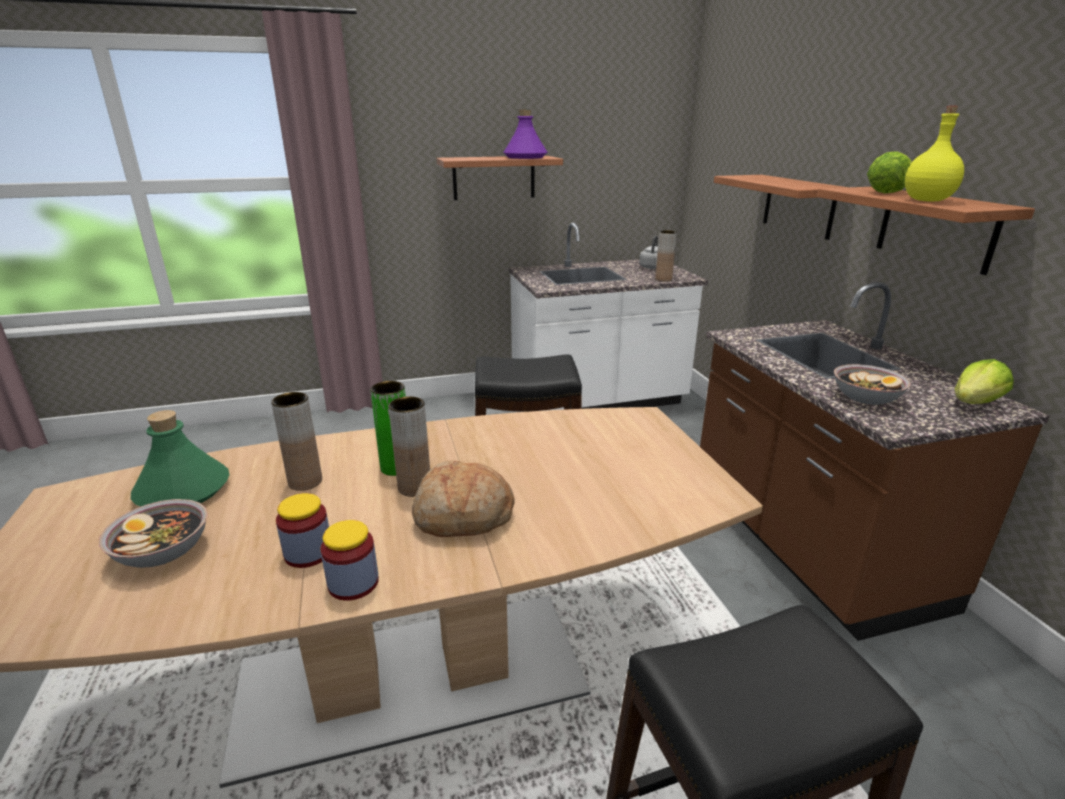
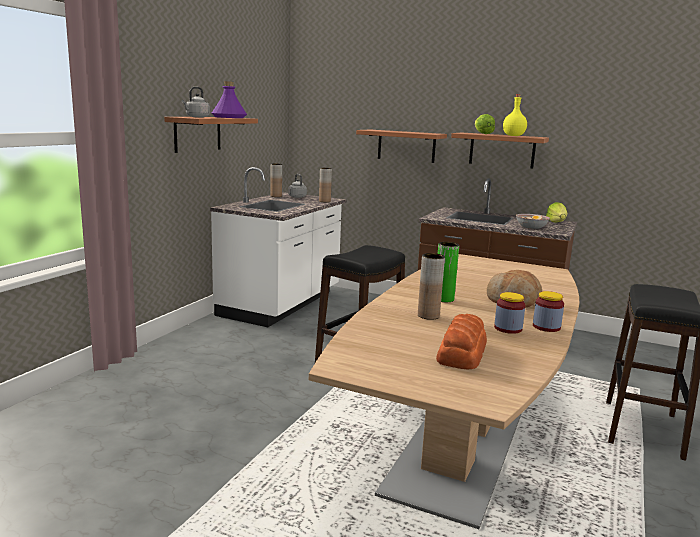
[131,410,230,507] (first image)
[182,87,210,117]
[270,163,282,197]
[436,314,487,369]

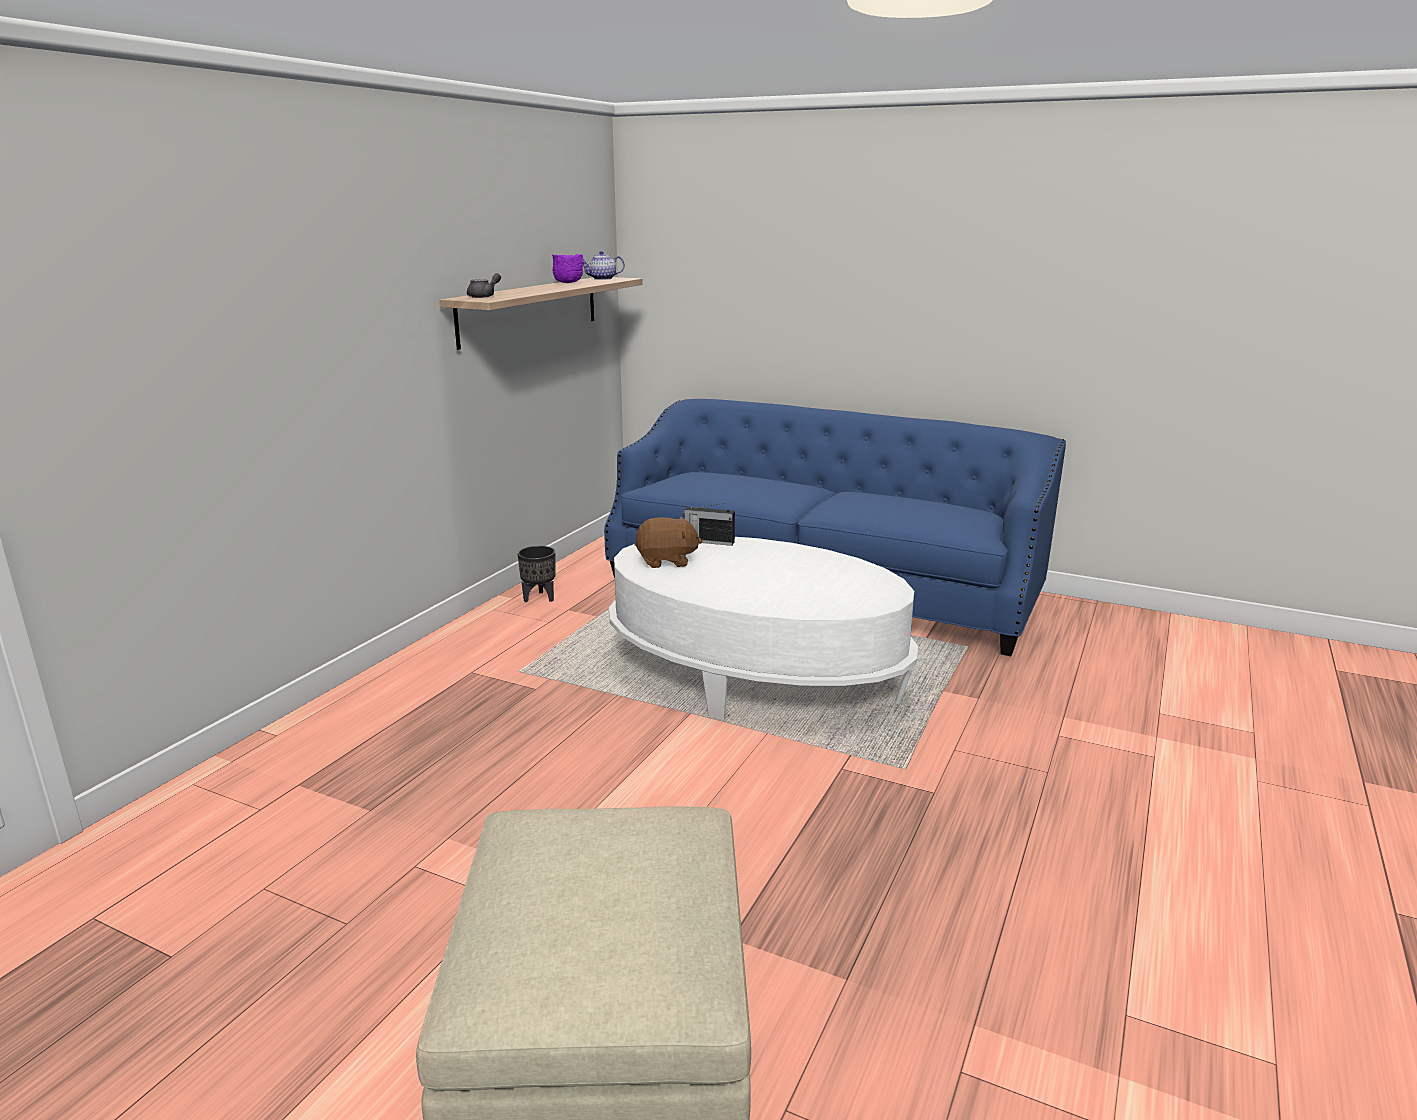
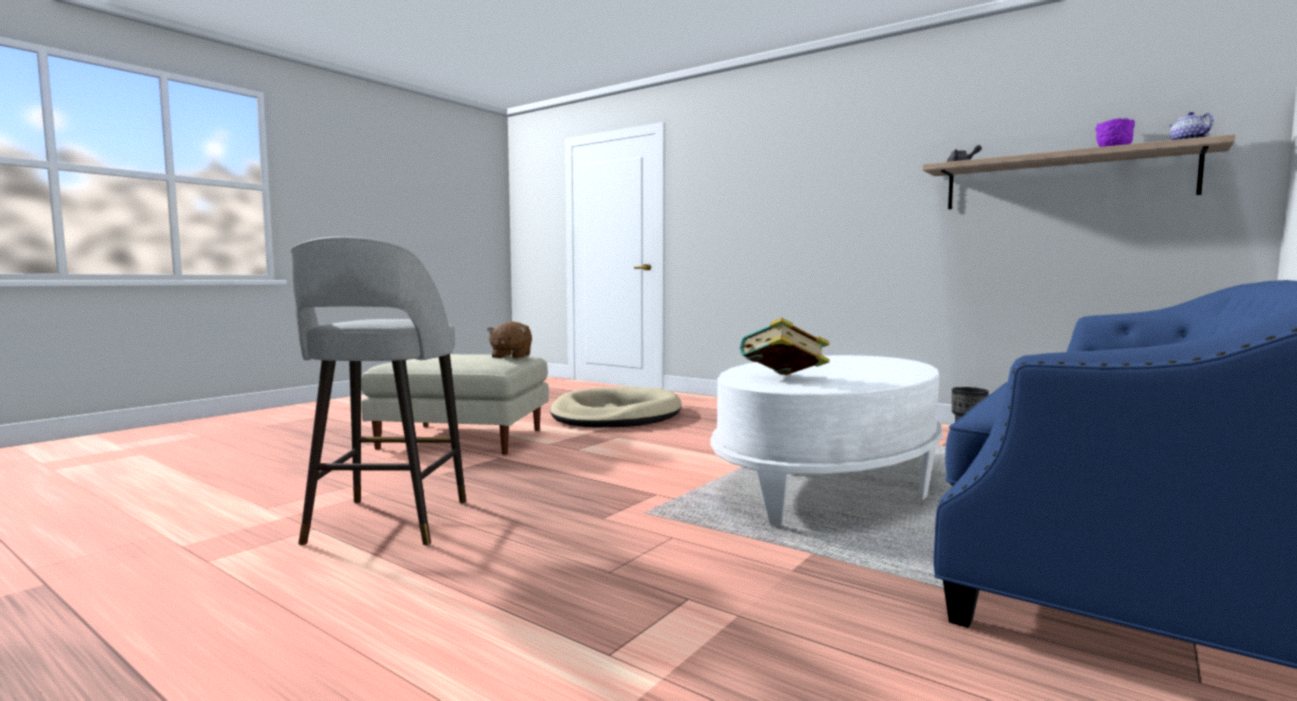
[683,502,735,546] (first image)
[290,236,466,546]
[550,386,682,427]
[740,318,829,375]
[487,322,532,359]

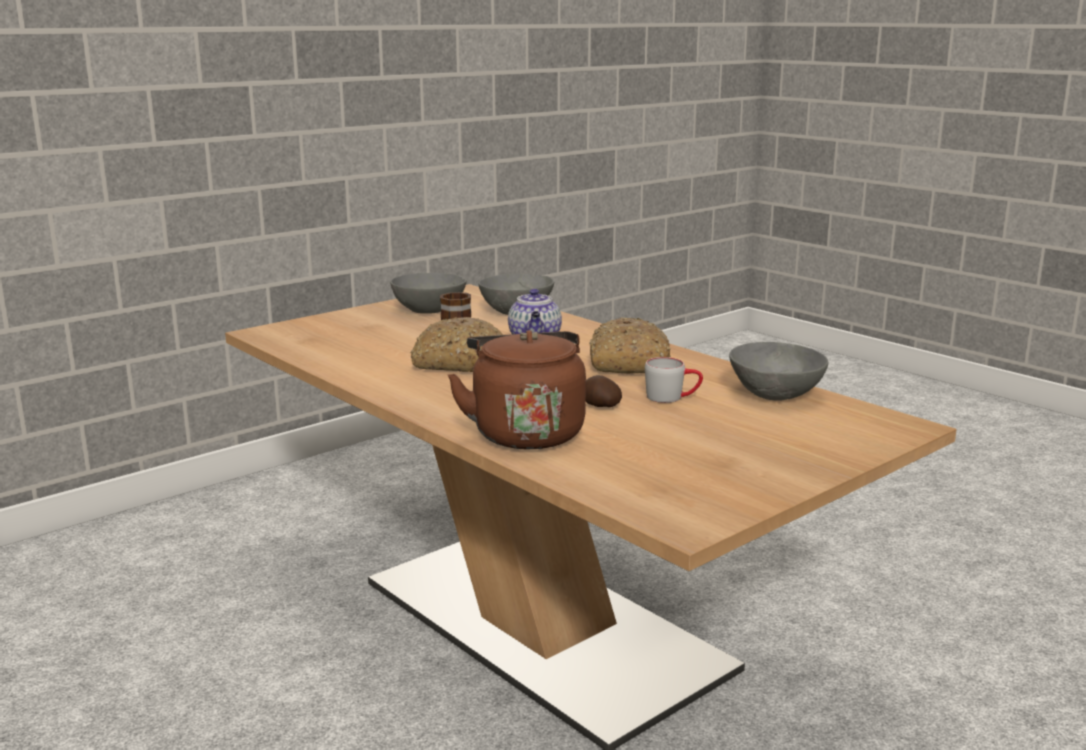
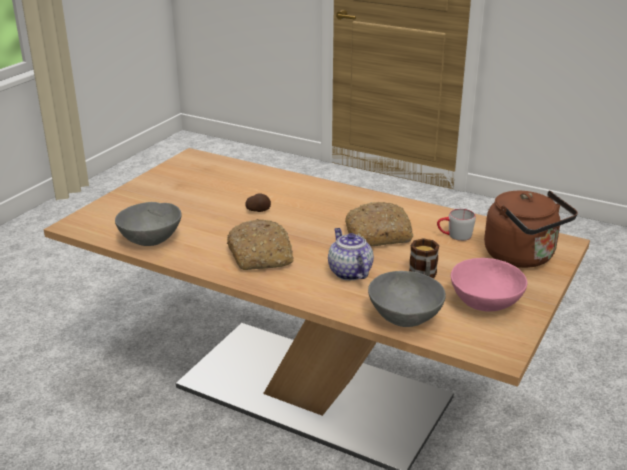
[484,191,578,268]
[437,208,476,241]
[451,258,527,312]

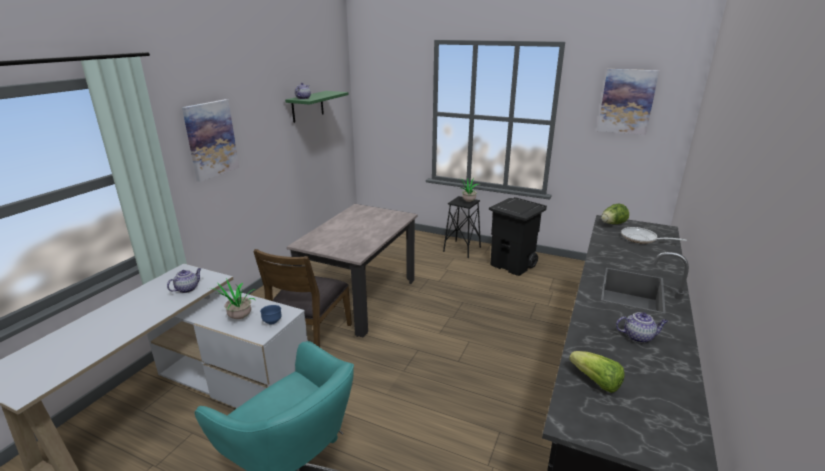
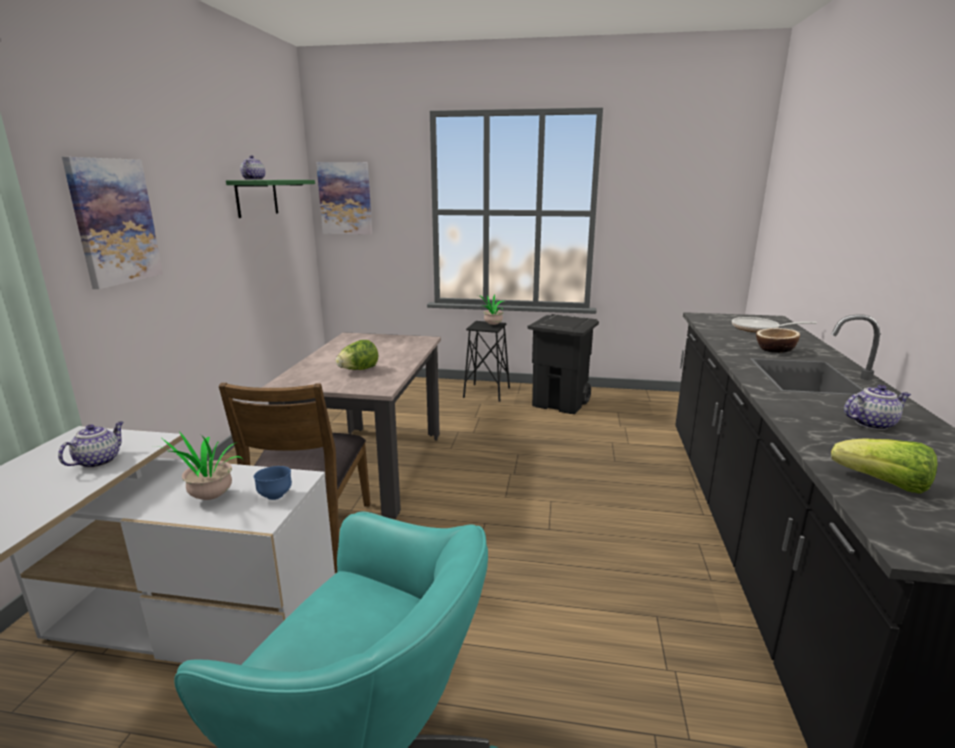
[756,328,800,353]
[316,162,372,235]
[336,340,378,370]

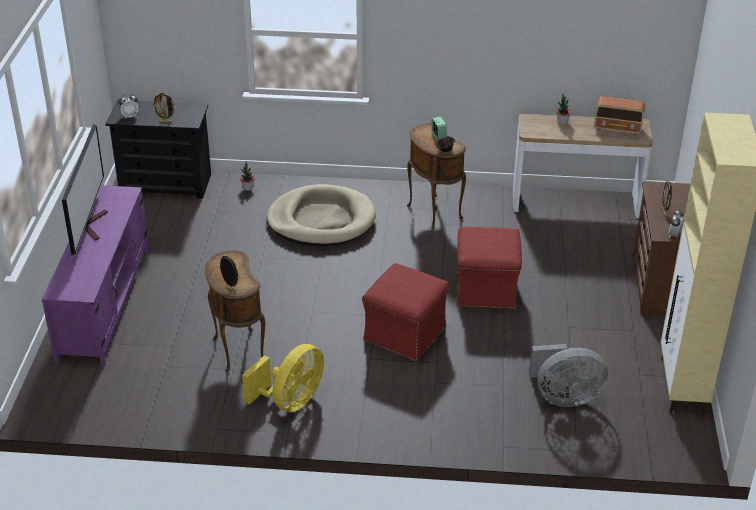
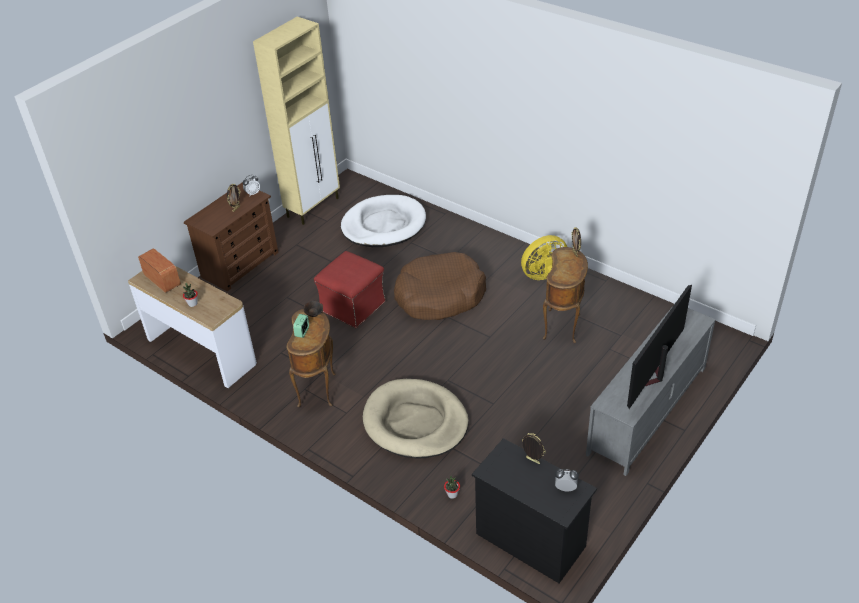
[394,252,486,320]
[341,195,426,247]
[586,305,716,476]

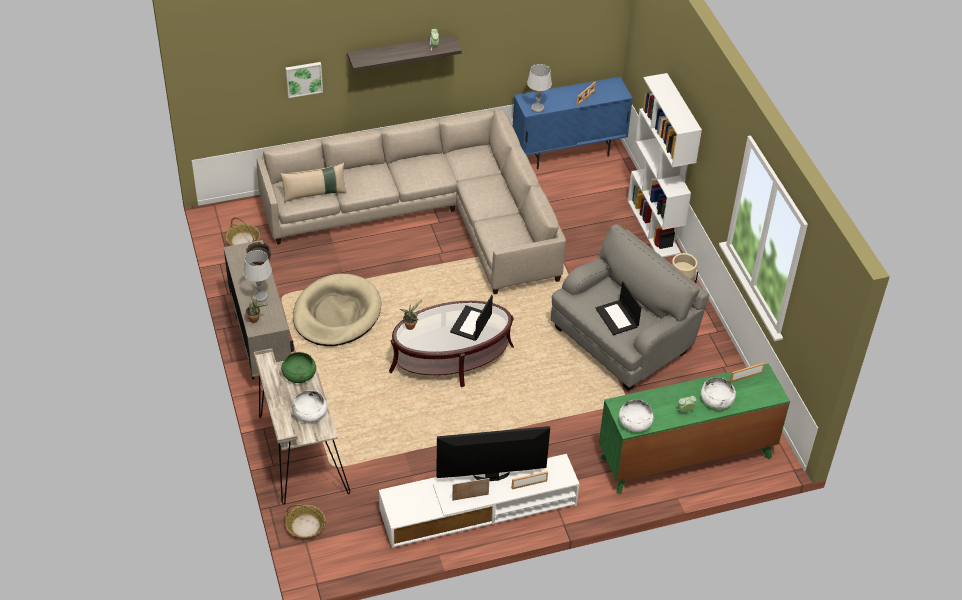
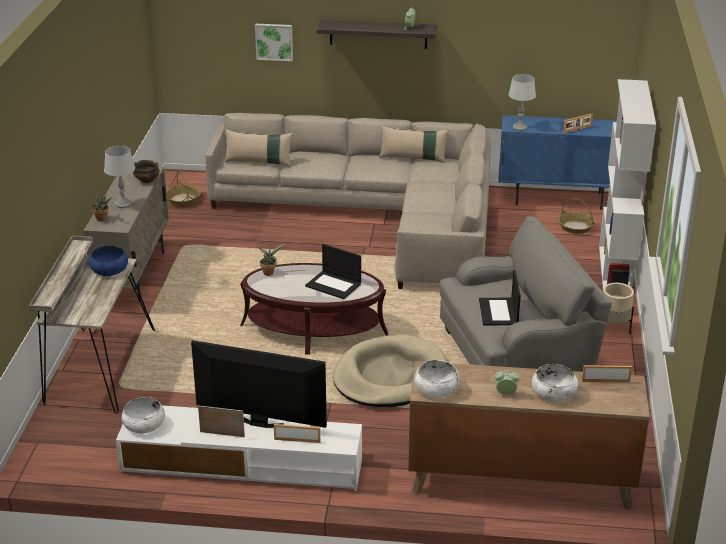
[379,125,449,163]
[558,198,595,234]
[122,397,165,434]
[333,335,447,407]
[89,245,128,276]
[408,361,650,510]
[305,244,361,299]

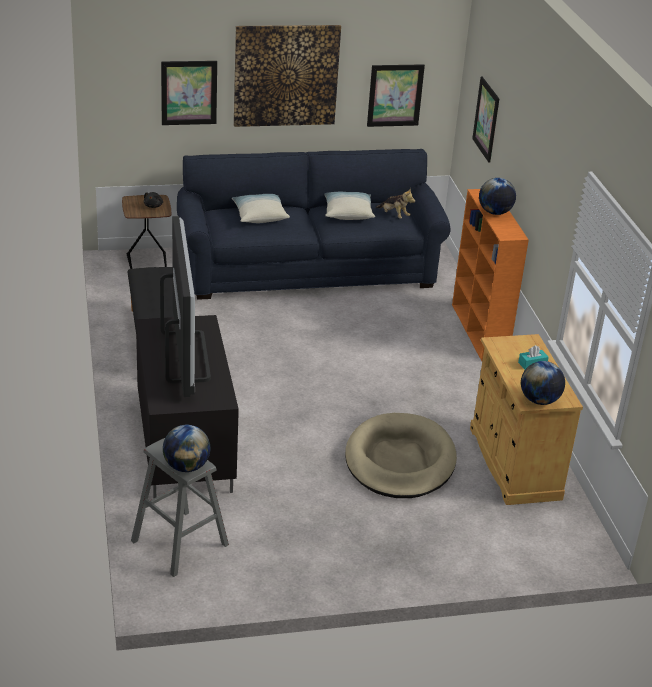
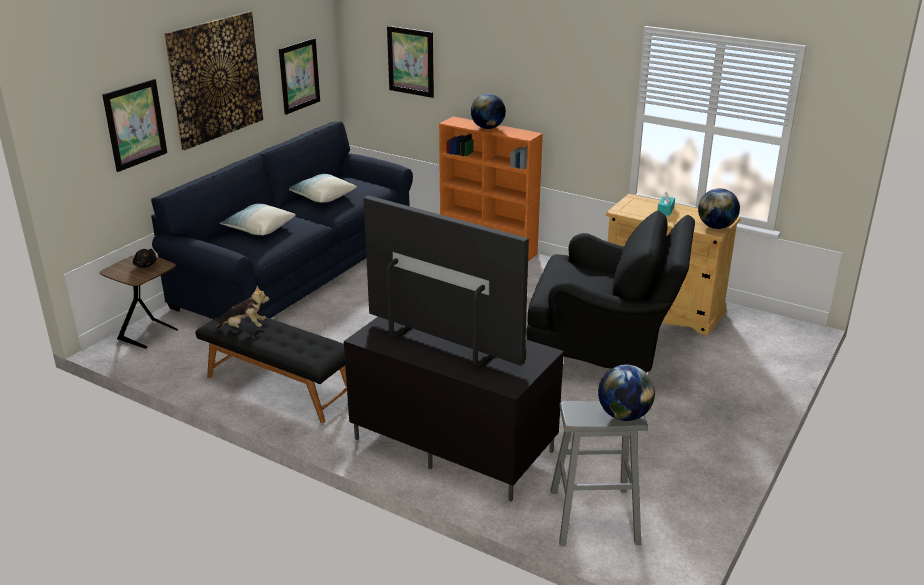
[214,286,269,330]
[526,210,695,373]

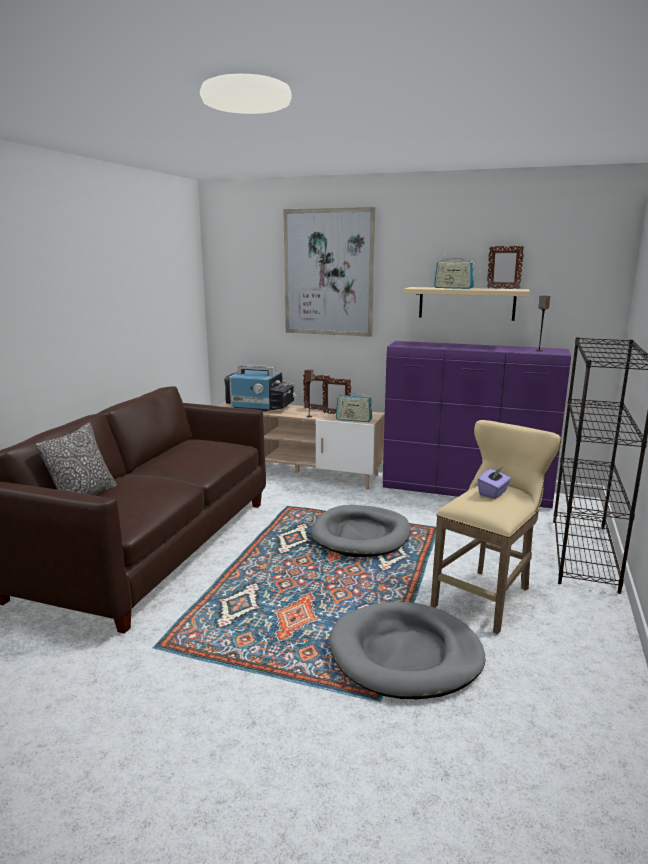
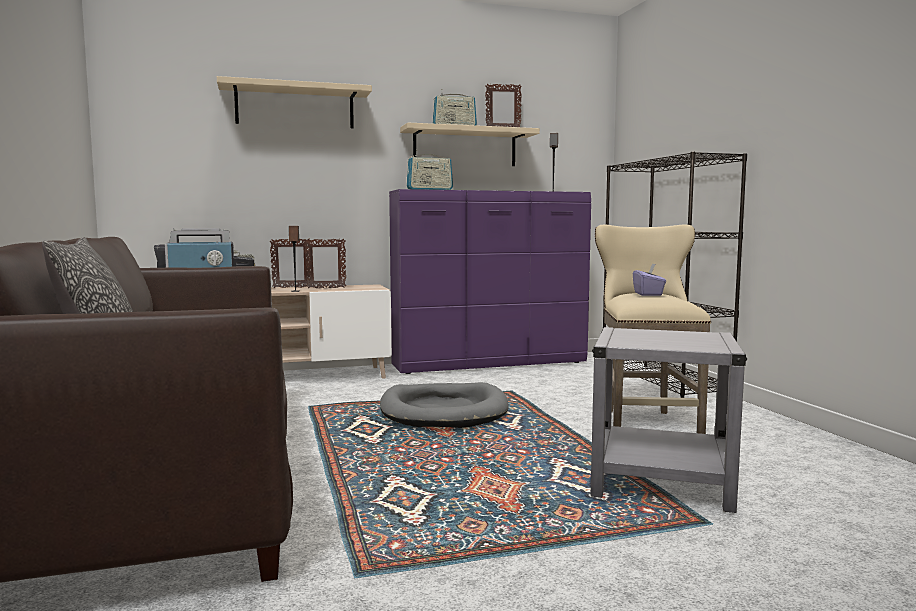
[406,150,453,190]
[217,76,372,128]
[591,327,747,513]

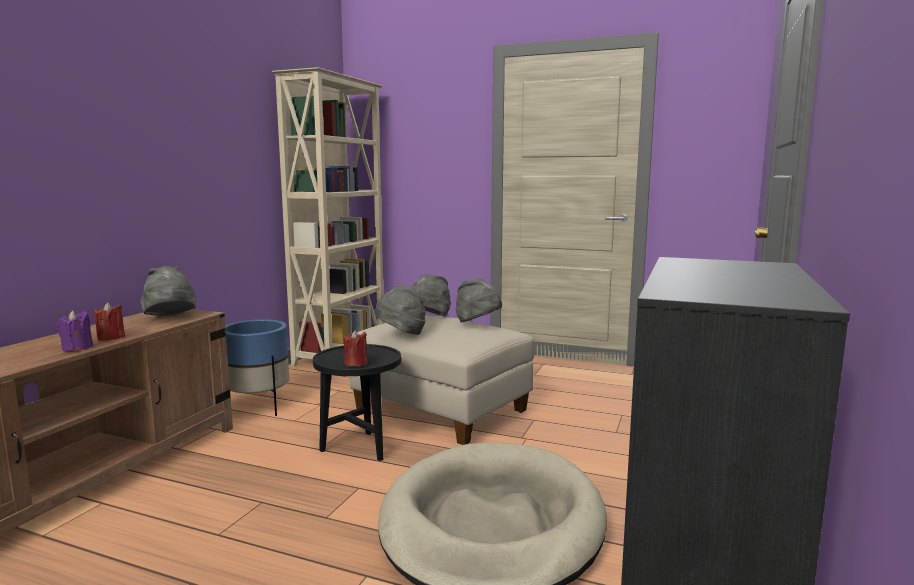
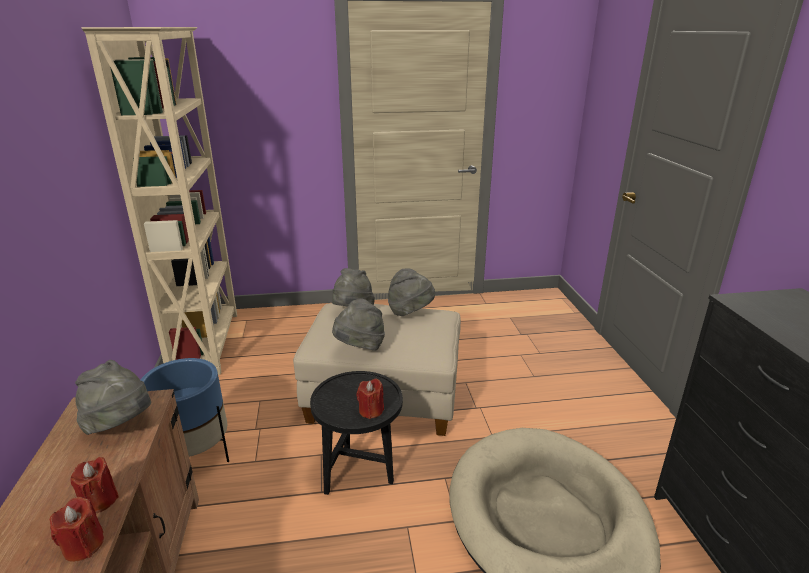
[50,497,104,562]

